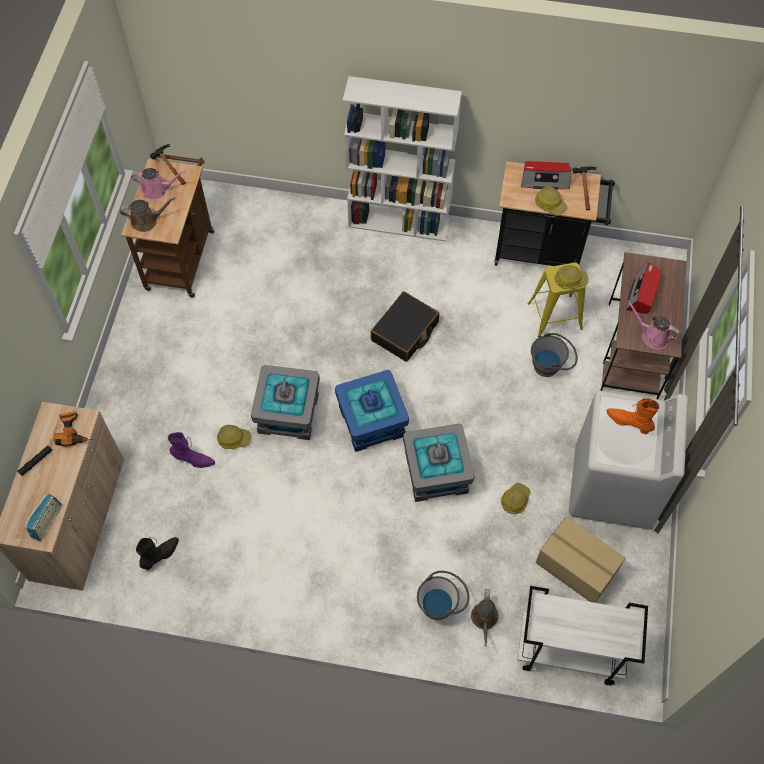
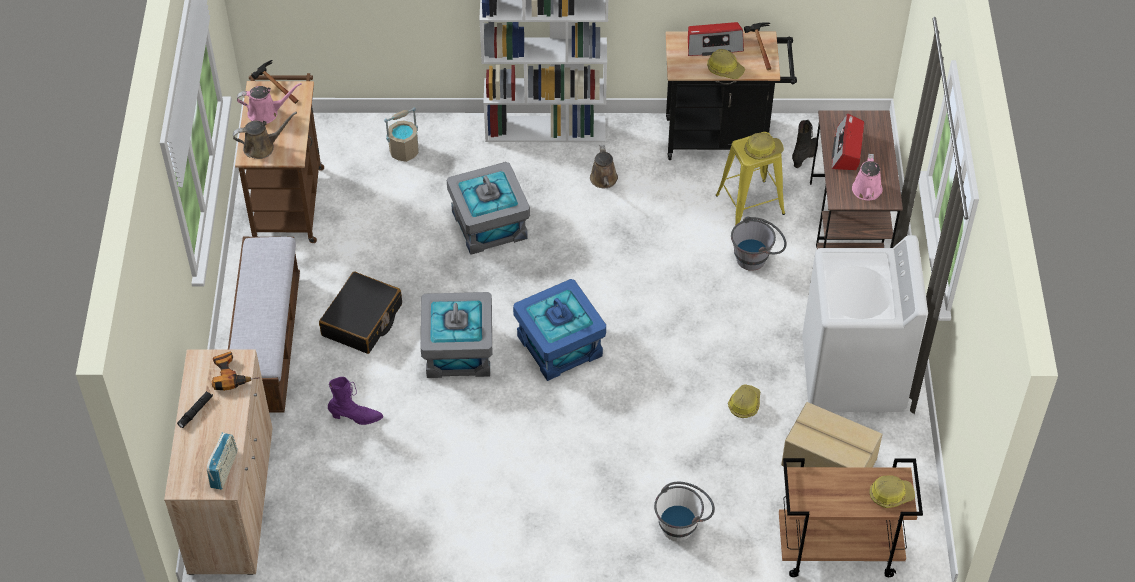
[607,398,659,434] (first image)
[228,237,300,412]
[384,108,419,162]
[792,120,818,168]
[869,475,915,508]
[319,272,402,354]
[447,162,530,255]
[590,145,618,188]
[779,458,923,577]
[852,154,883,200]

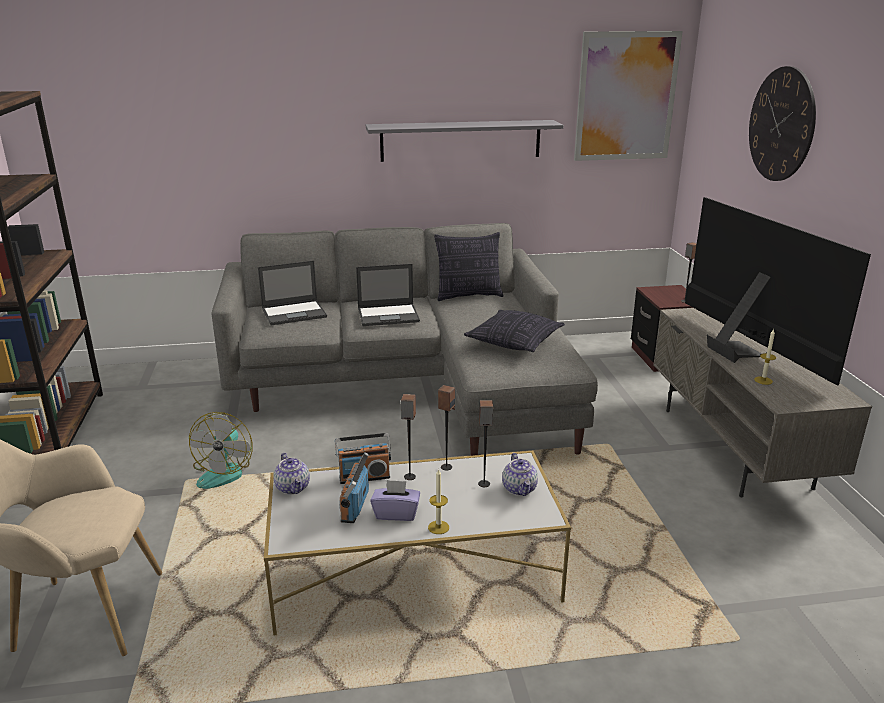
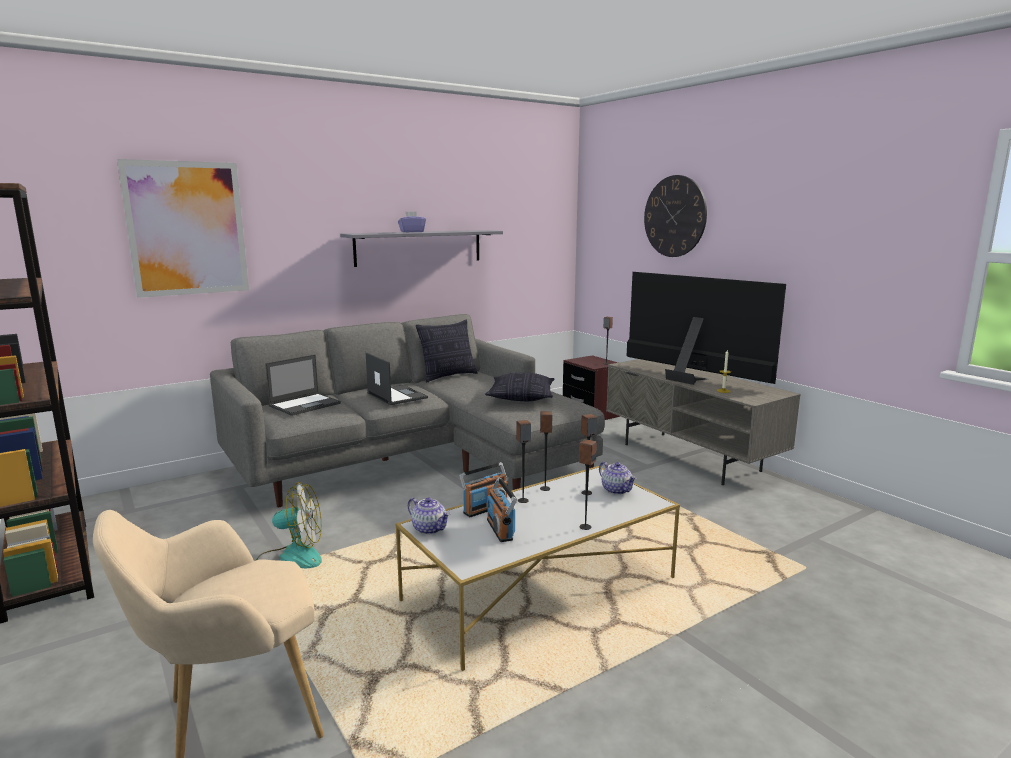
[398,211,426,232]
[117,159,249,298]
[579,439,597,530]
[256,482,322,568]
[366,352,428,405]

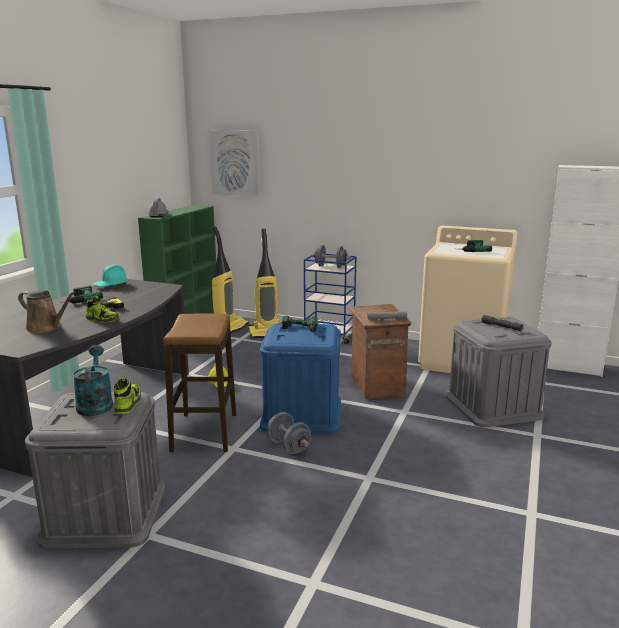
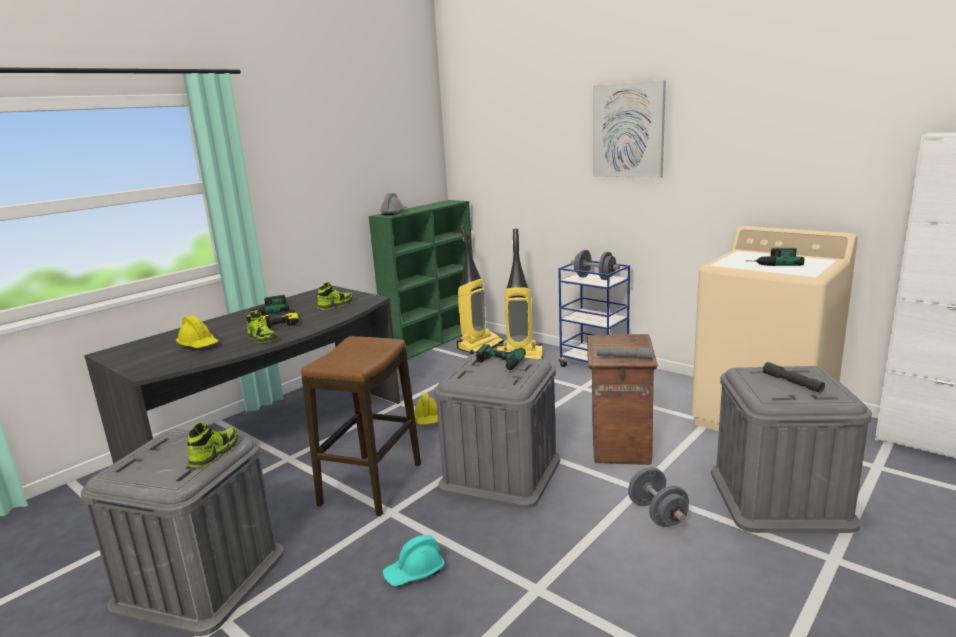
[73,345,113,416] (first image)
[317,282,353,310]
[382,535,445,586]
[593,80,666,178]
[628,467,689,527]
[176,316,219,348]
[434,353,560,509]

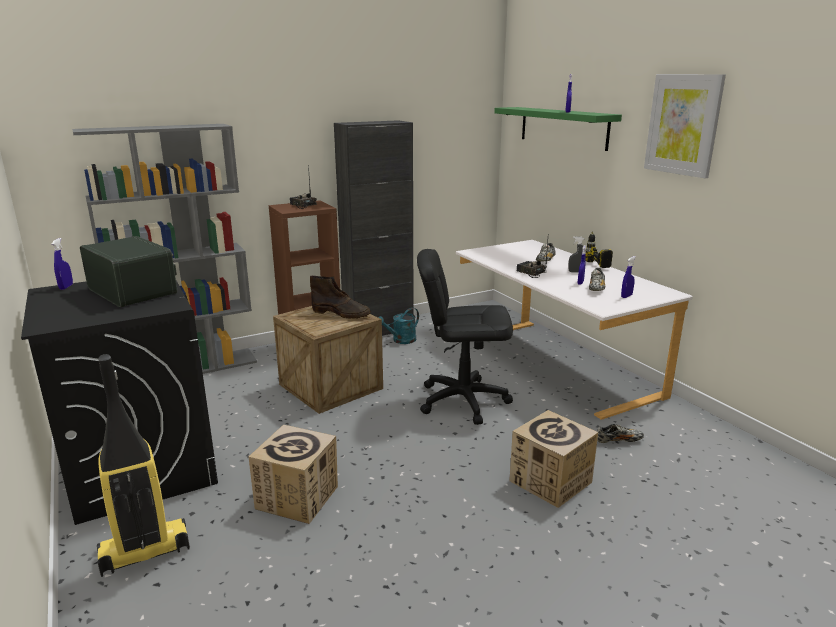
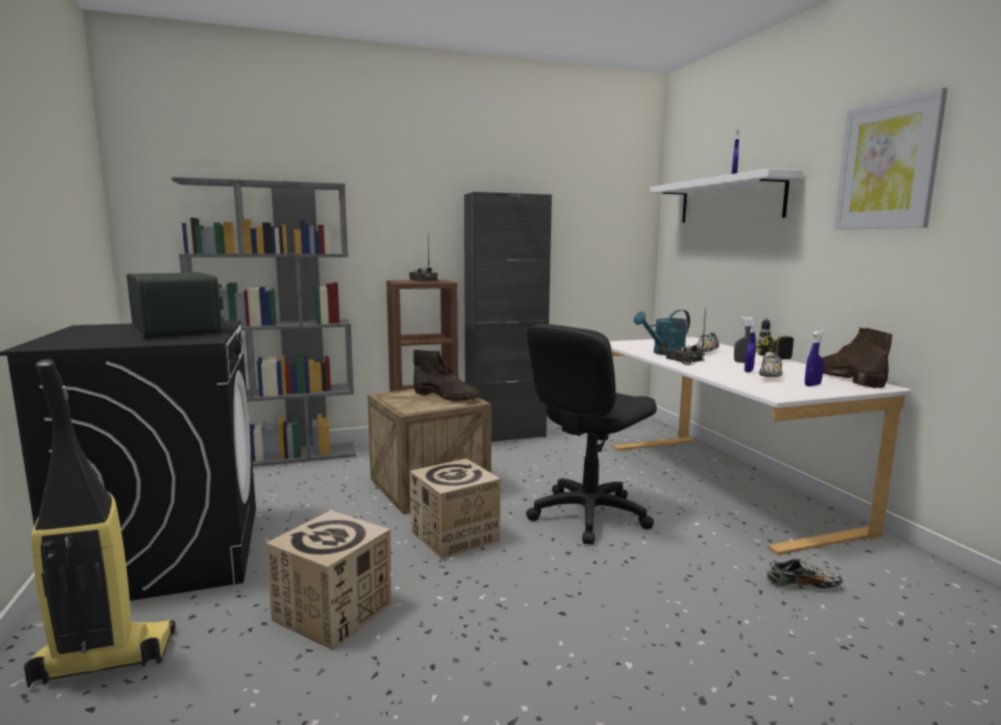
[52,238,73,290] (first image)
[822,327,892,389]
[634,310,690,355]
[409,458,501,559]
[650,168,803,223]
[526,324,657,544]

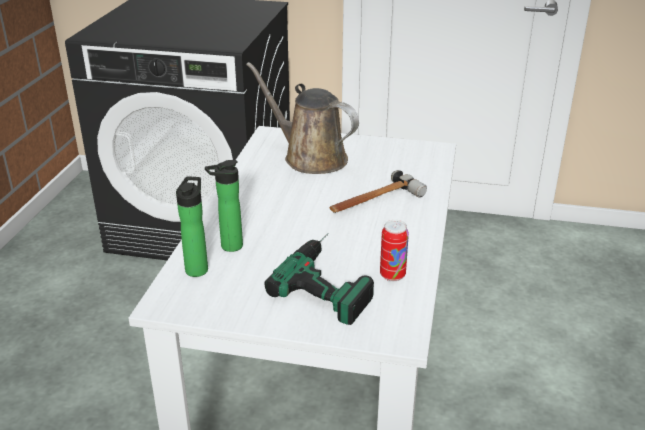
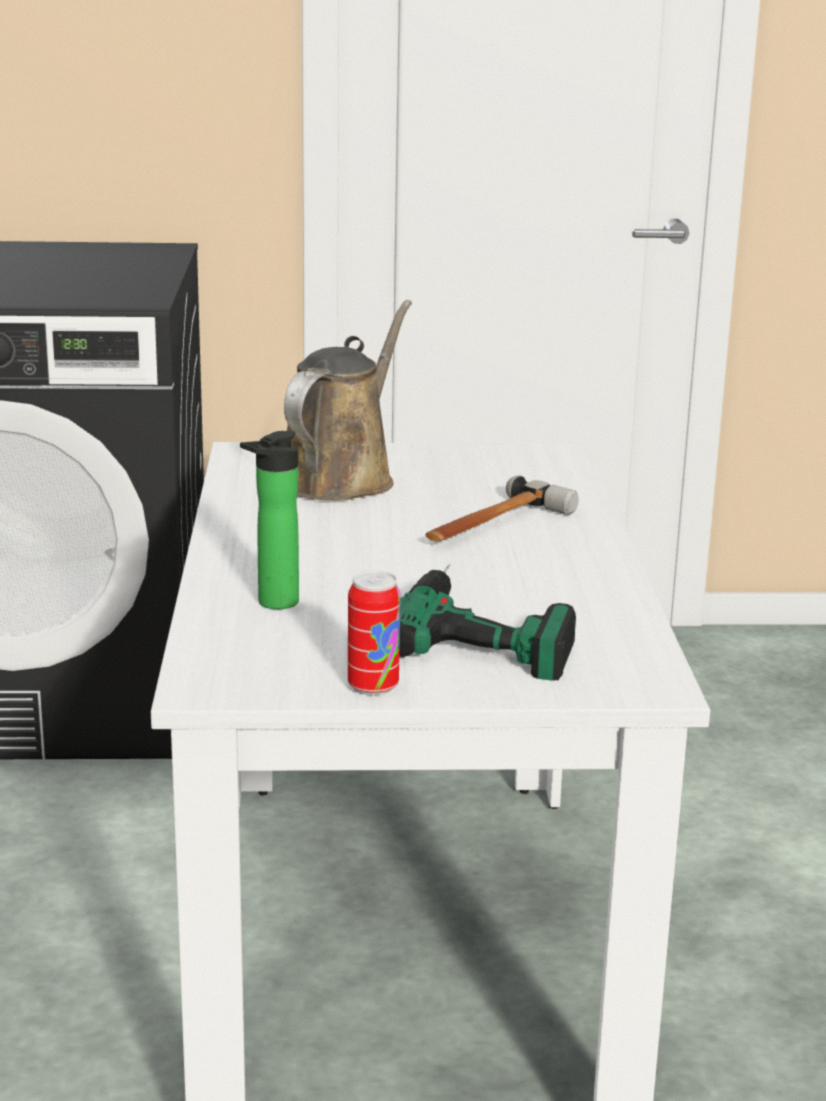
[176,176,208,277] (first image)
[348,570,401,696]
[284,300,412,501]

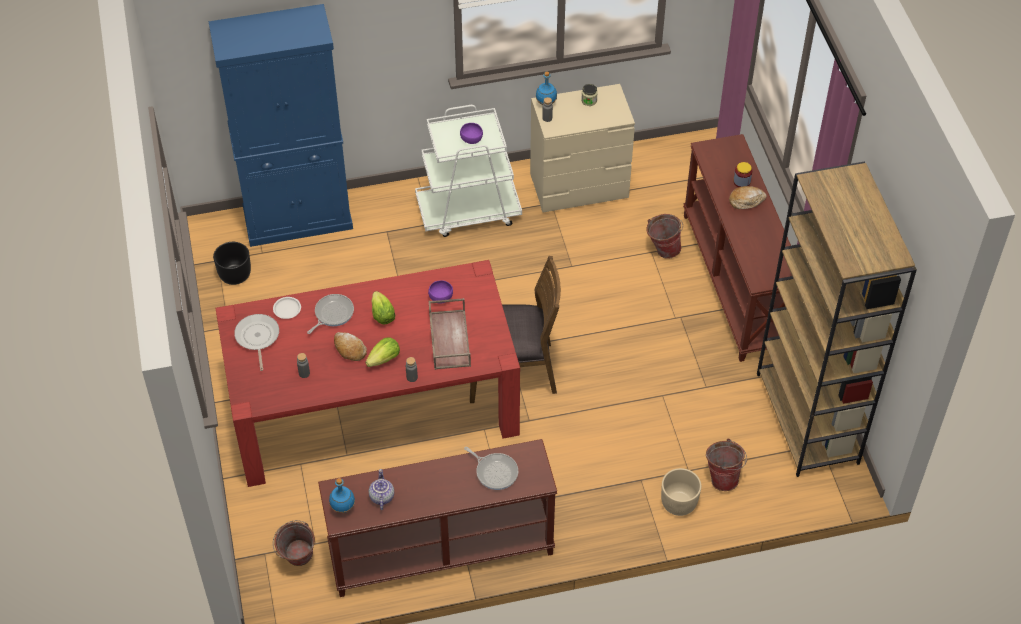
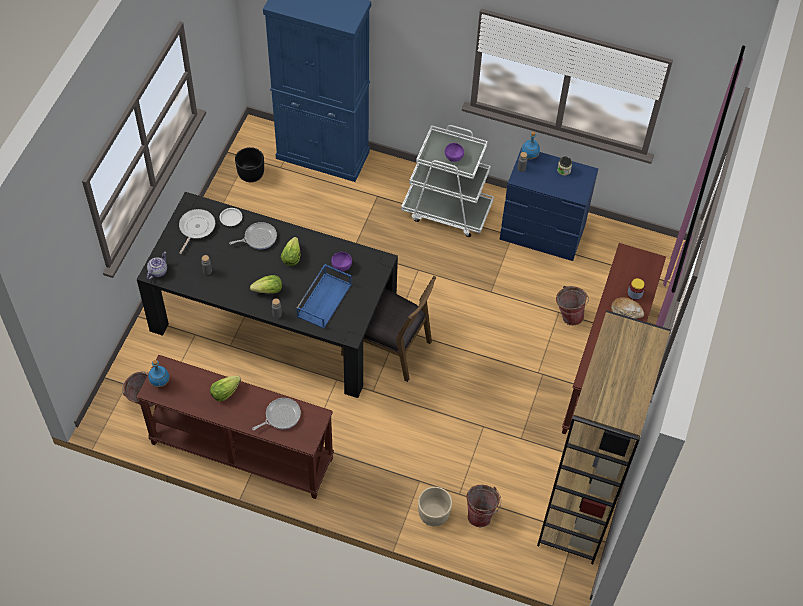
[334,332,367,361] (first image)
[210,376,241,401]
[147,252,167,280]
[137,192,398,398]
[296,264,352,329]
[499,148,598,261]
[252,398,301,430]

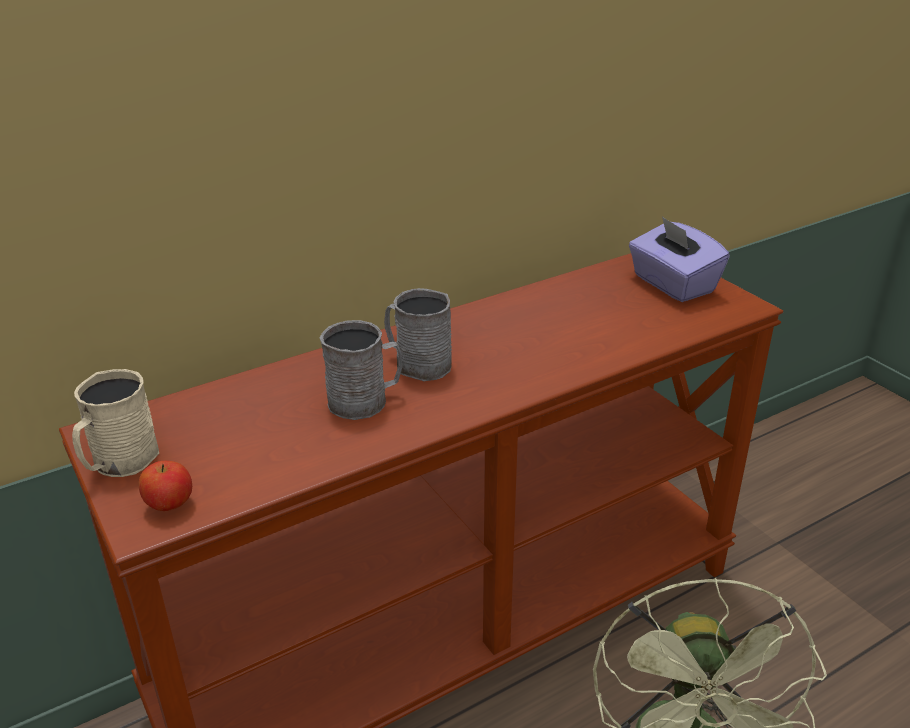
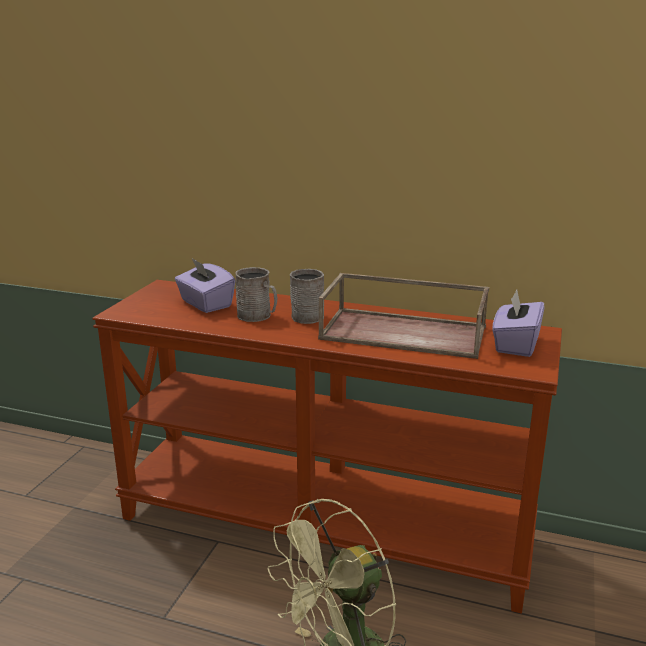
[72,369,159,477] (first image)
[139,461,192,511] (first image)
[175,258,235,313]
[318,273,489,359]

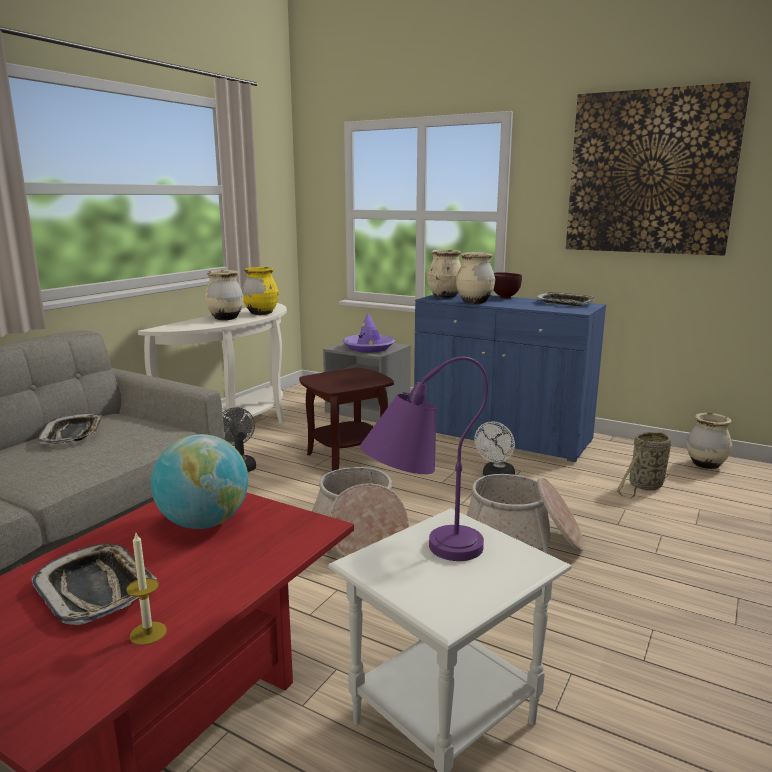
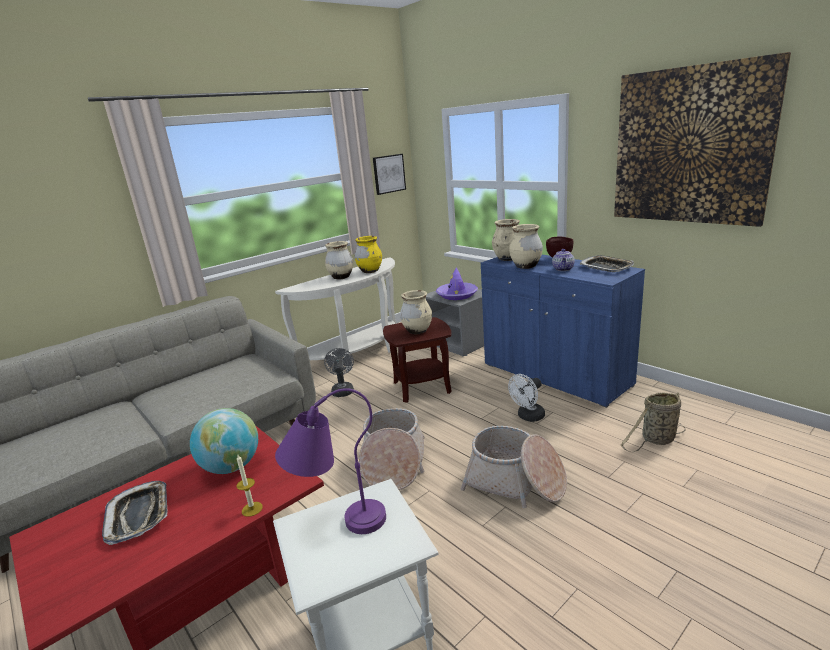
[38,413,103,444] (first image)
[373,154,406,195]
[552,249,575,271]
[237,455,263,517]
[400,290,432,334]

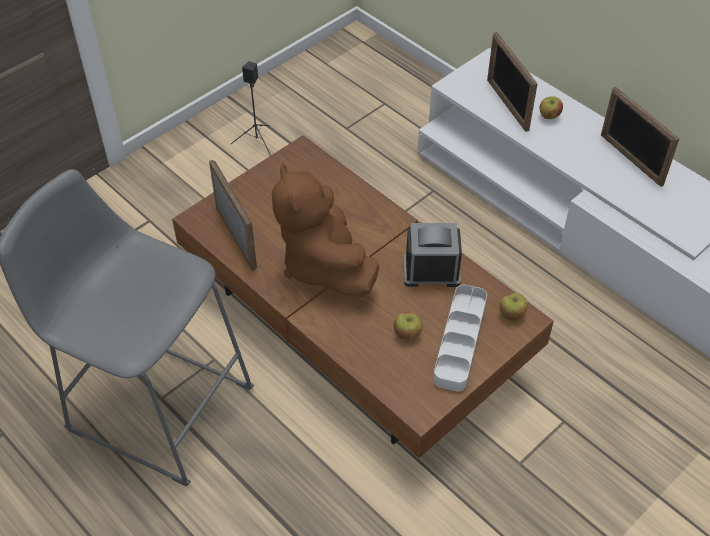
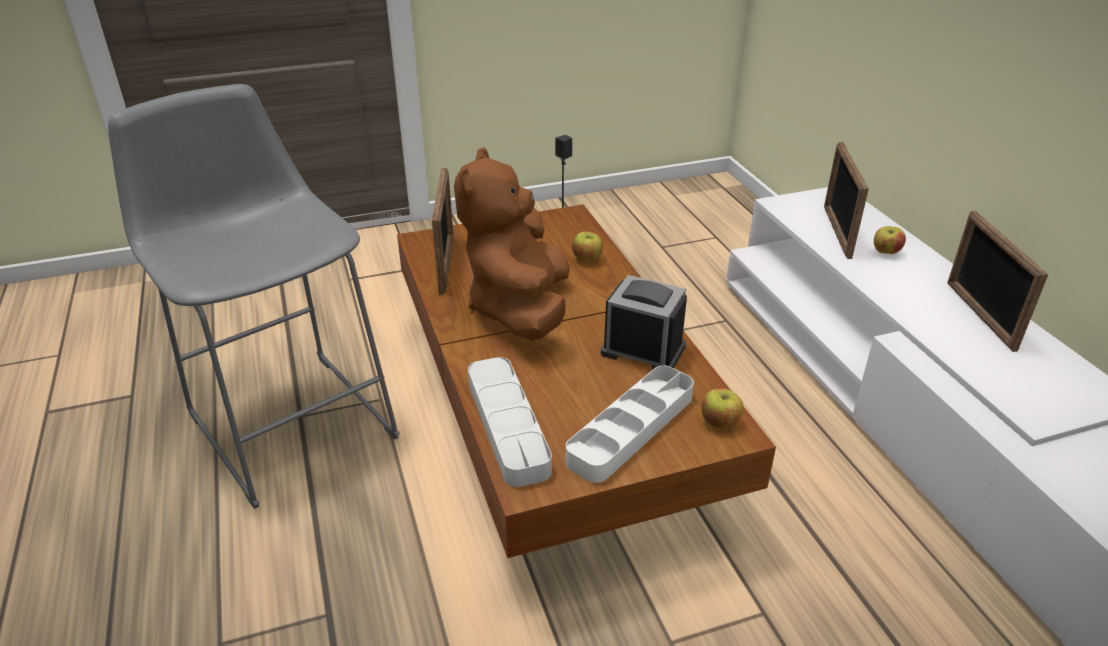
[468,357,552,487]
[572,232,603,262]

